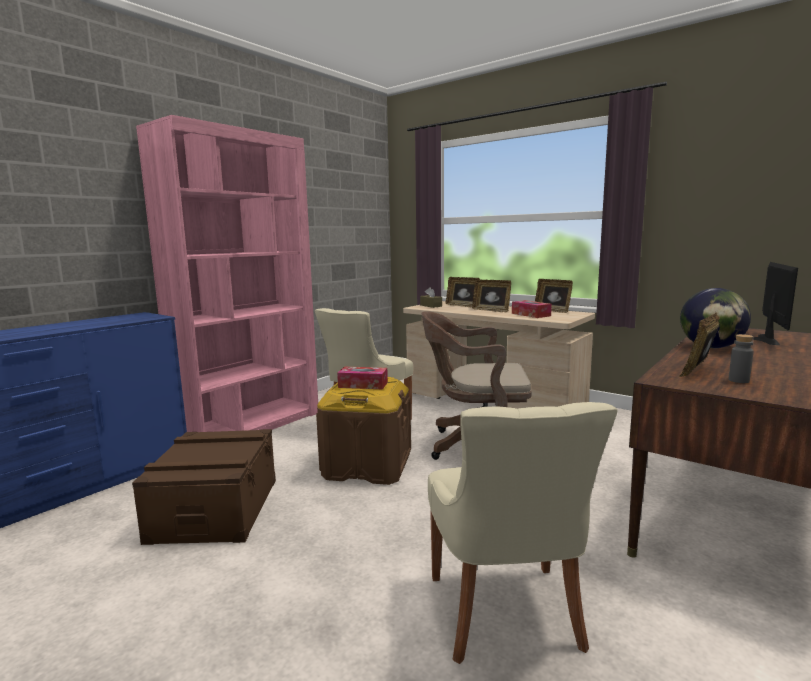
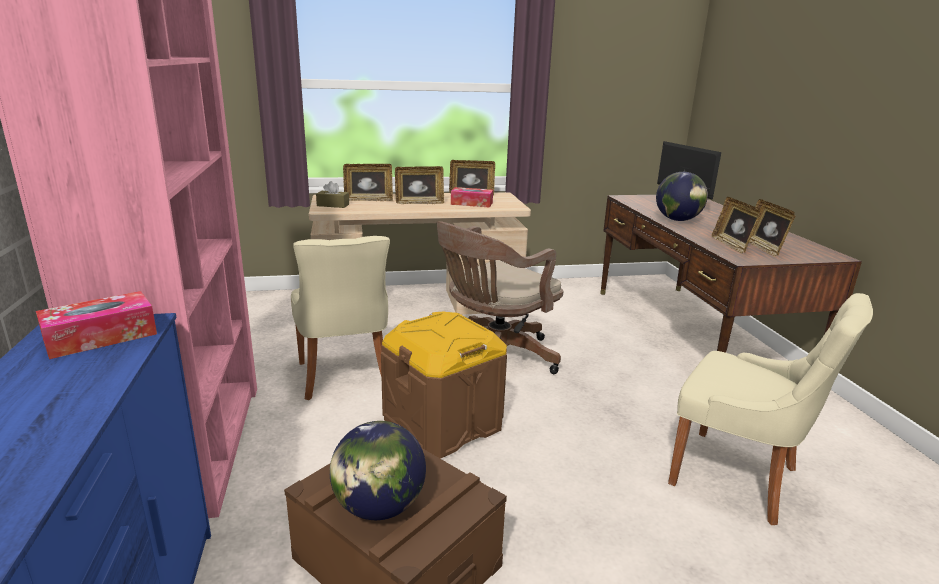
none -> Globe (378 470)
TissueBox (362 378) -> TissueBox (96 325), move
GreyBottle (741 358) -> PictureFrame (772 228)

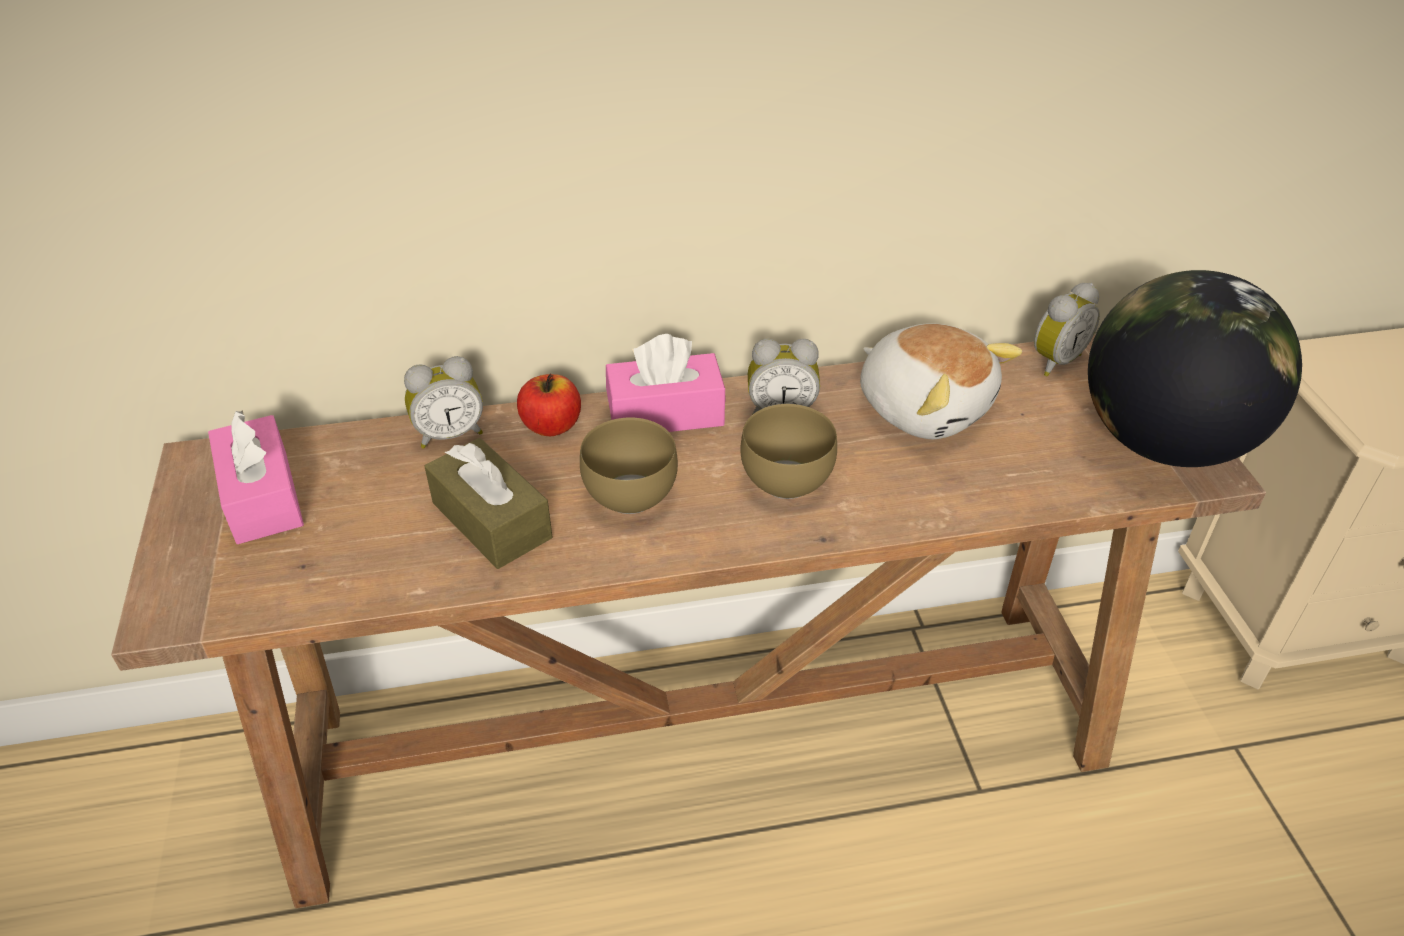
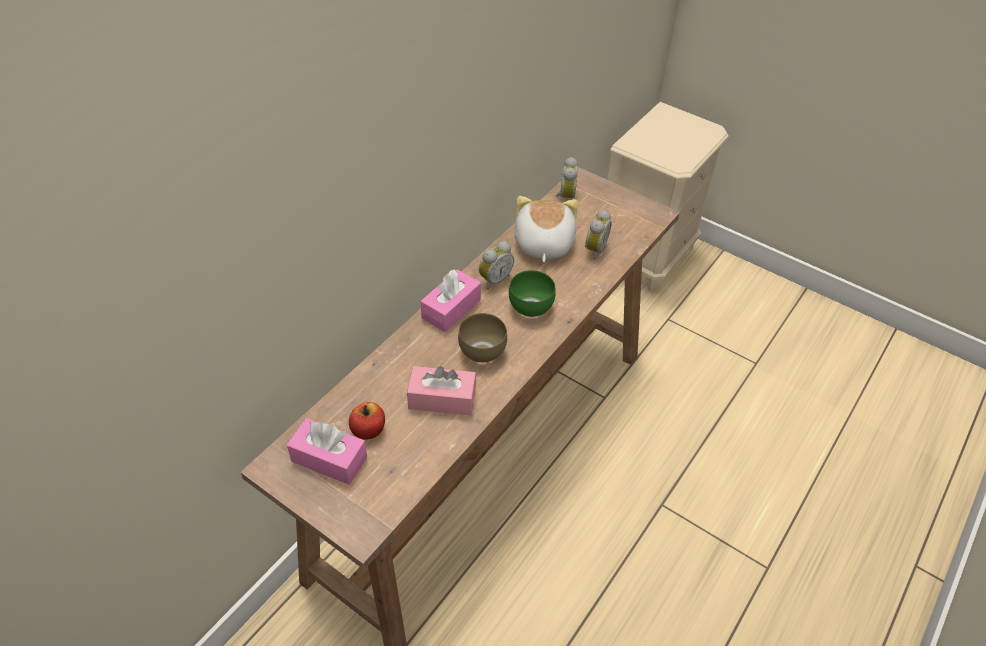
Globe (1195 368) -> none
AlarmClock (443 402) -> AlarmClock (598 234), move
Apple (549 405) -> Apple (367 420), move
BrownTissueBox (488 503) -> PinkTissueBox (441 390)
BrownBowl (788 451) -> GreenBowl (532 293)
PlushToy (941 381) -> PlushToy (546 229), 90 degrees counterclockwise

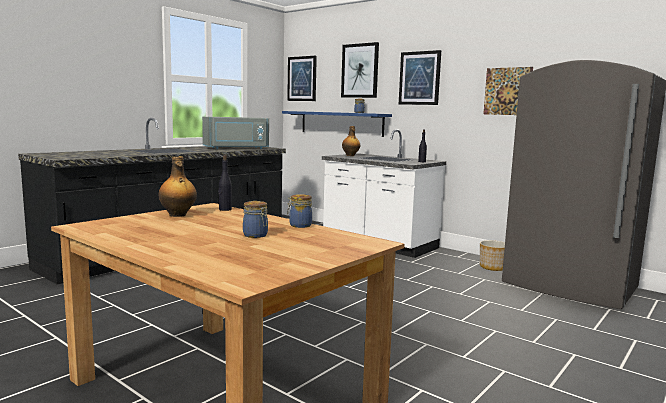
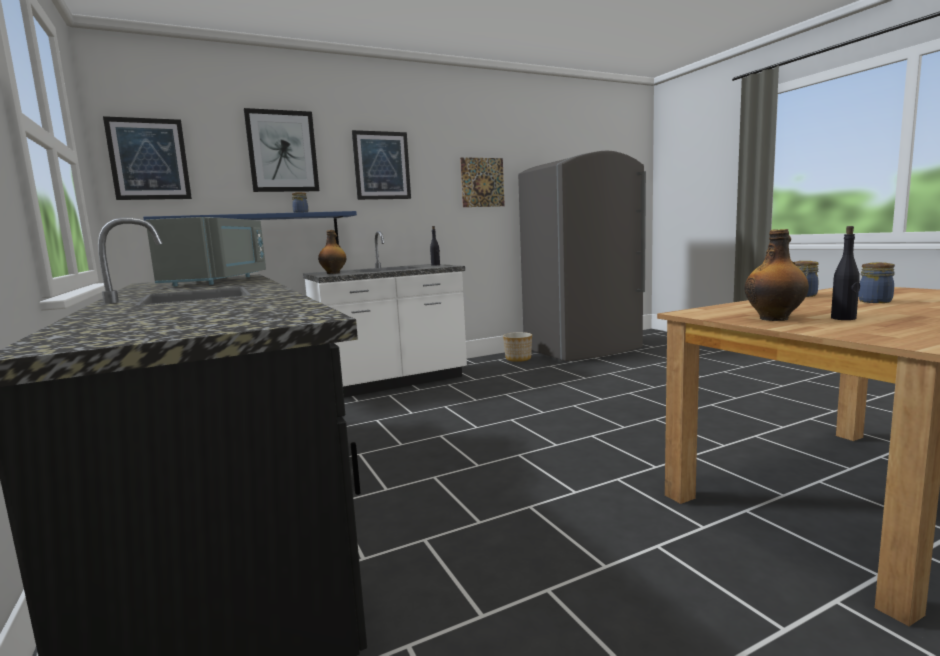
BlackBottle (225 183) -> BlackBottle (845 273), move

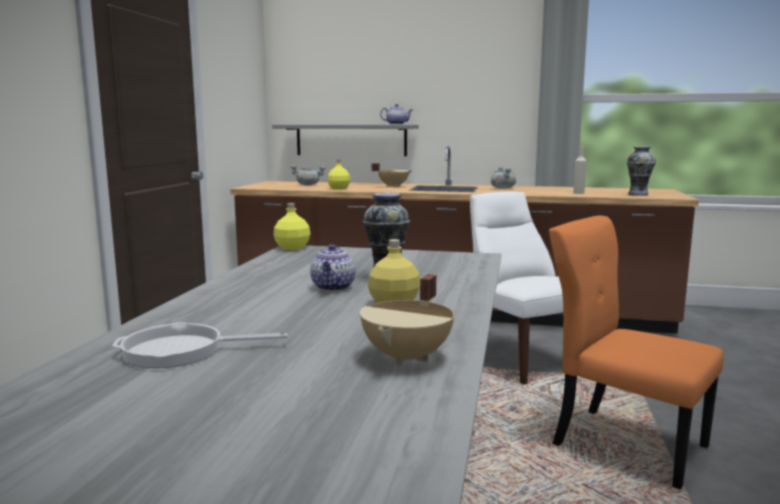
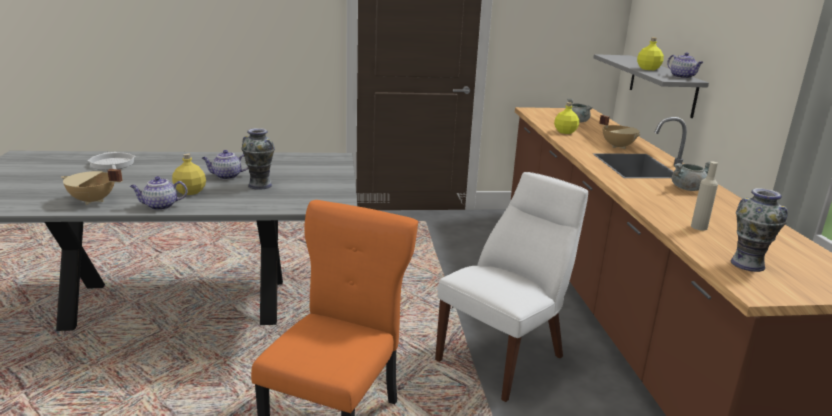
none -> Teapot (158 193)
YellowBottle (292 226) -> YellowBottle (650 54), move

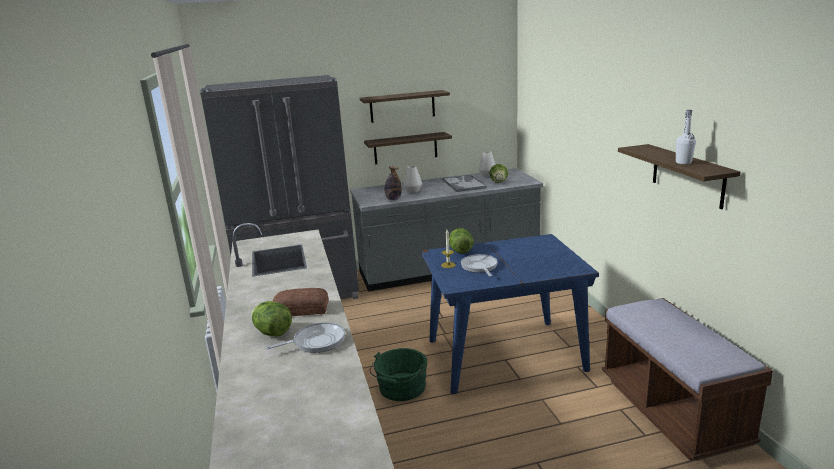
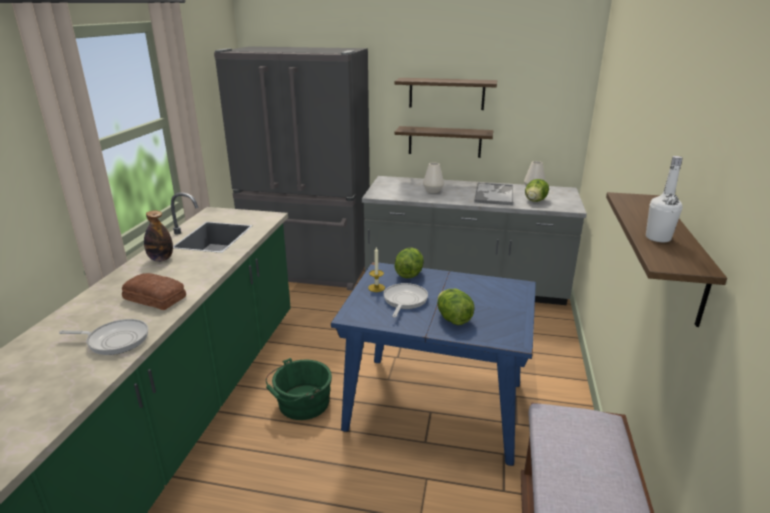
Lettuce (271 319) -> Lettuce (456 307), move
Bottle (393 183) -> Bottle (158 236), move

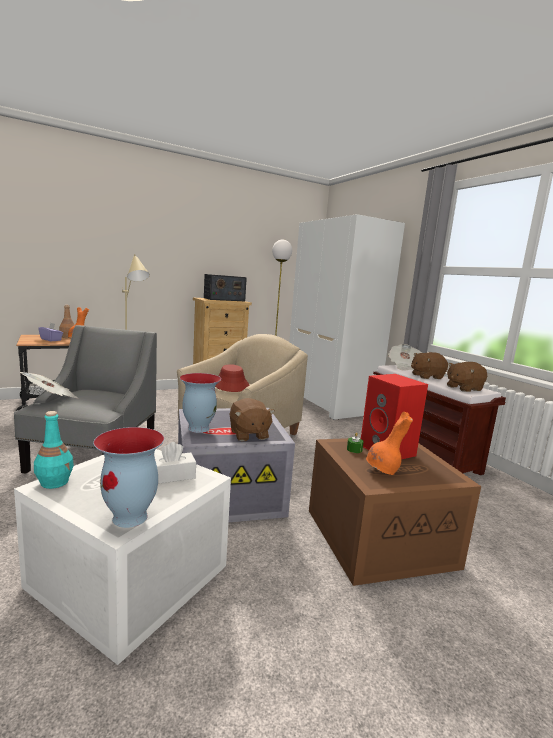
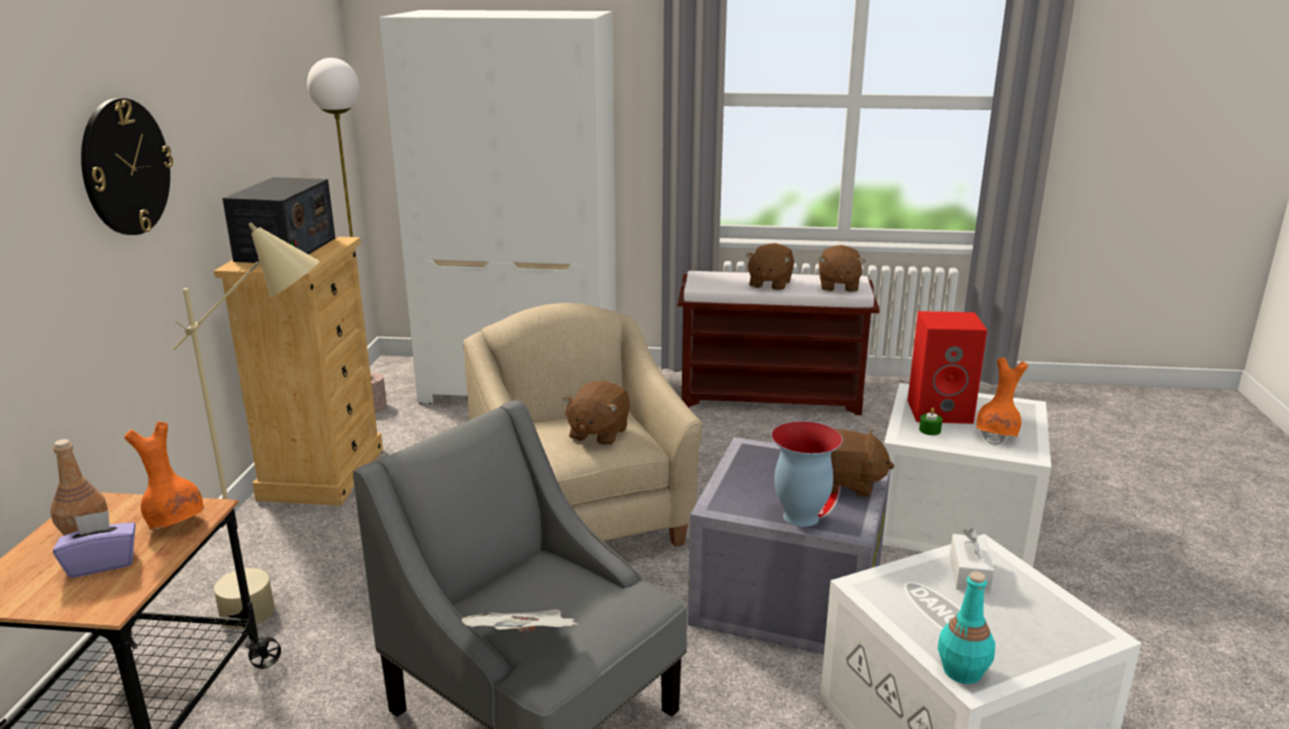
Vase (128 477) -> none
Newspaper (405 357) -> none
none -> WallClock (127 166)
RedHat (232 378) -> BrownPlushToy (596 413)
BrownStorageBox (395 512) -> WhiteStorageBox (966 475)

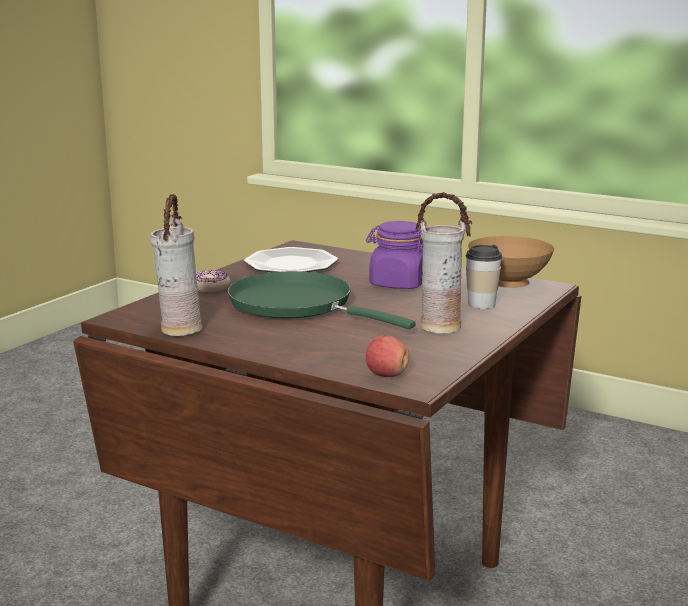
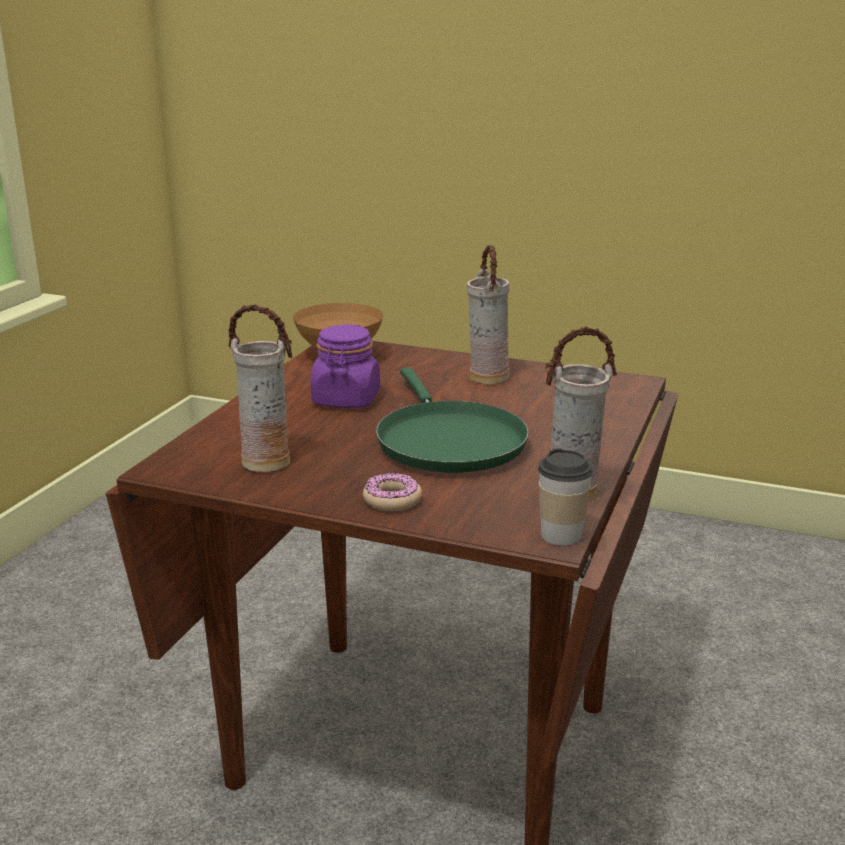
Apple (387 356) -> none
Cup (483 277) -> Cup (565 497), move
Plate (291 259) -> Vase (260 388)
GreenFryingPan (322 300) -> GreenFryingPan (452 420), 45 degrees counterclockwise

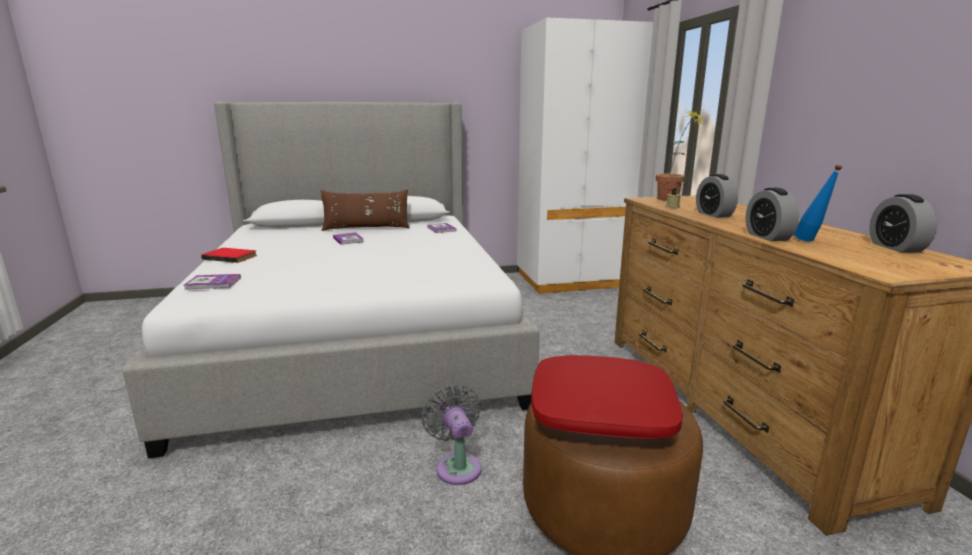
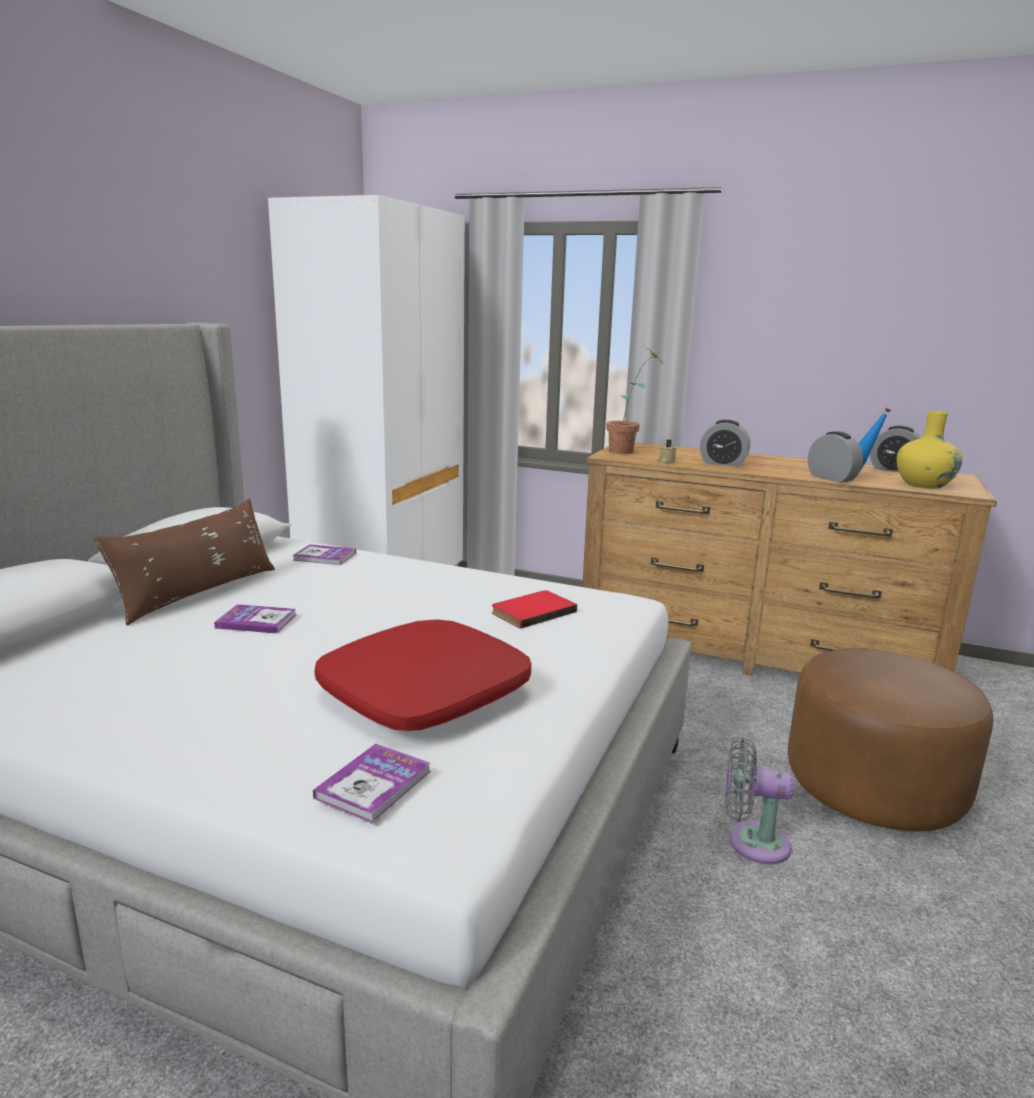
none -> YellowVase (929 450)
RedBook (229 255) -> RedBook (534 609), move
RedPillow (607 397) -> RedPillow (422 675), move
AlarmClock (772 214) -> AlarmClock (835 457), 150 degrees counterclockwise

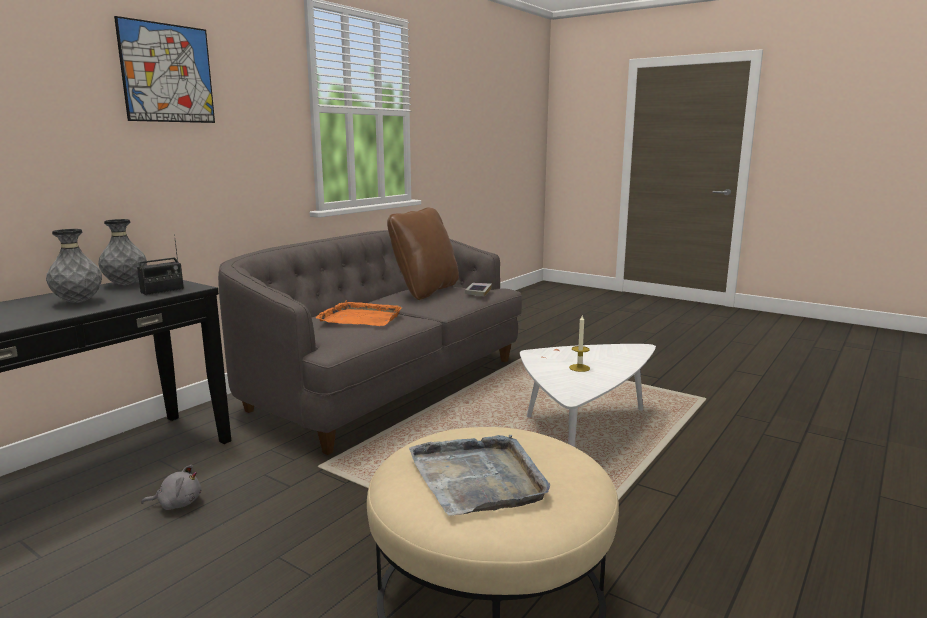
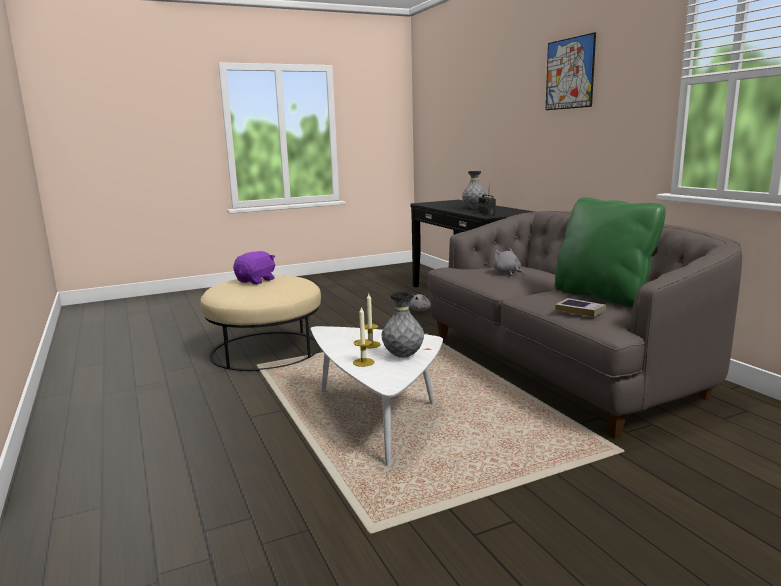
none -> Candle (364 337)
GreyVase (122 252) -> GreyVase (402 325), move
OrangeTray (359 313) -> GreyPlushToy (508 261)
GreyTray (479 475) -> PurplePlushToy (254 267)
BrownPillow (423 253) -> GreenPillow (610 252)

